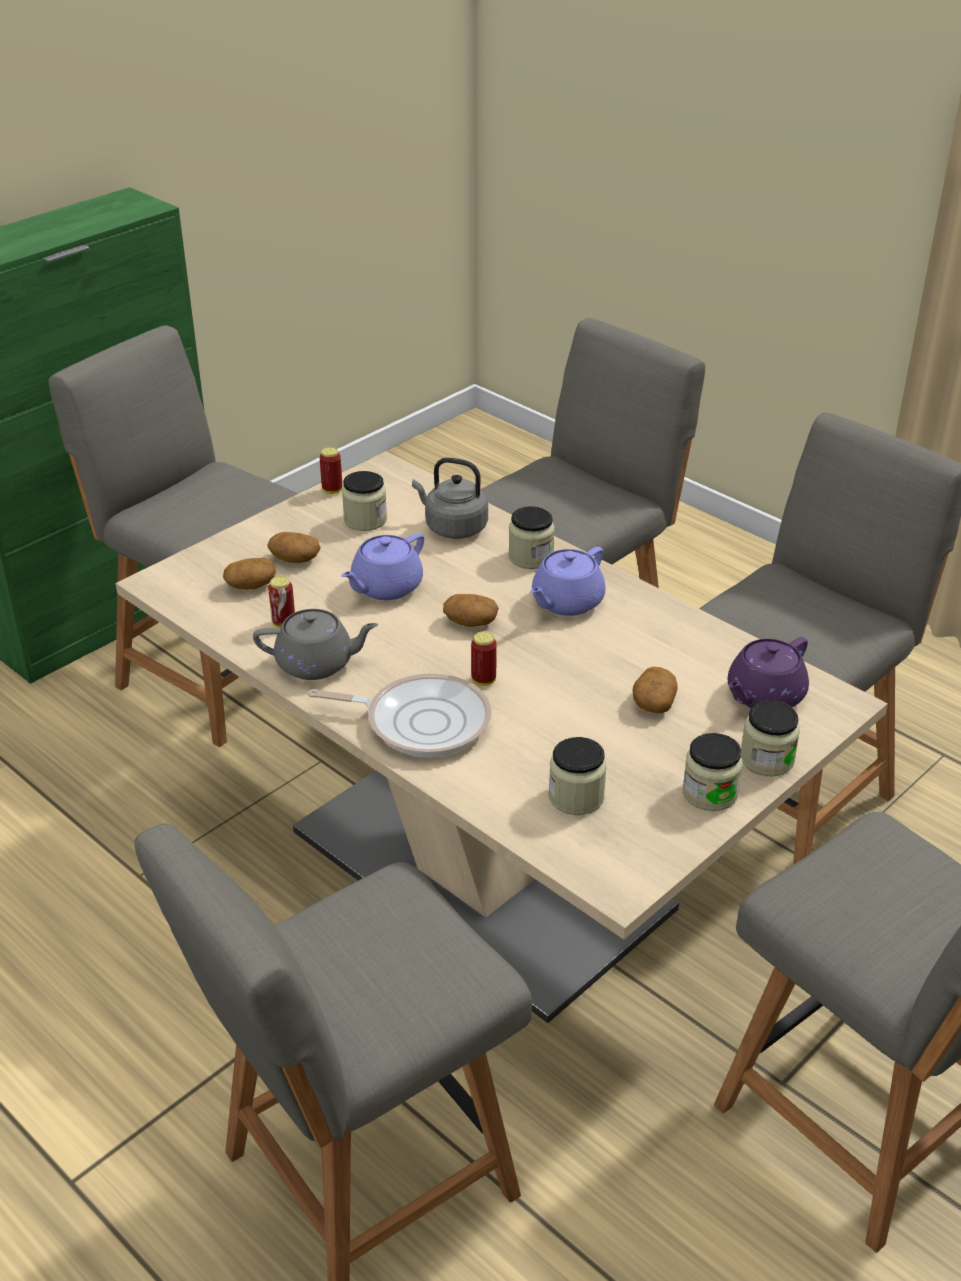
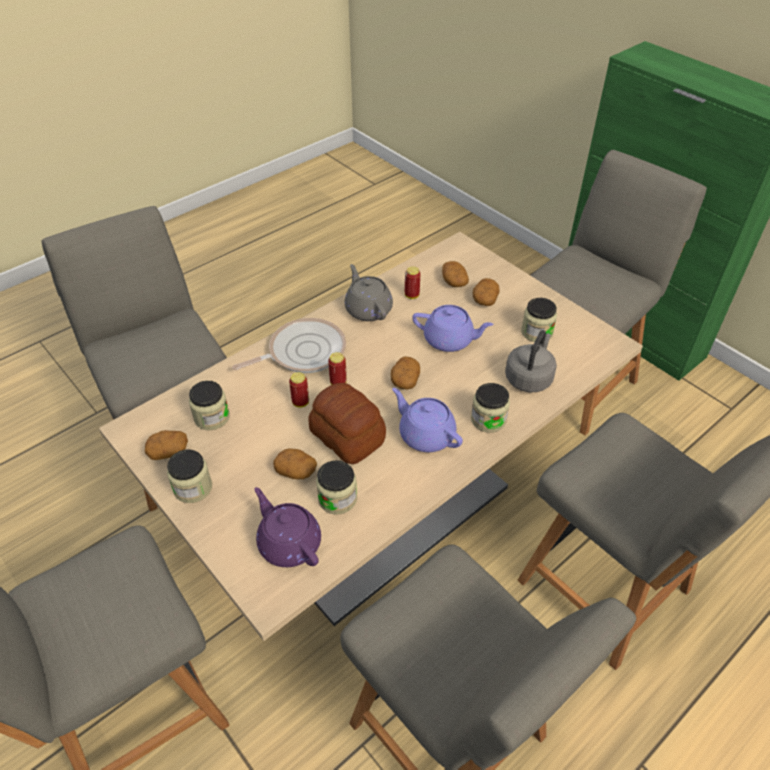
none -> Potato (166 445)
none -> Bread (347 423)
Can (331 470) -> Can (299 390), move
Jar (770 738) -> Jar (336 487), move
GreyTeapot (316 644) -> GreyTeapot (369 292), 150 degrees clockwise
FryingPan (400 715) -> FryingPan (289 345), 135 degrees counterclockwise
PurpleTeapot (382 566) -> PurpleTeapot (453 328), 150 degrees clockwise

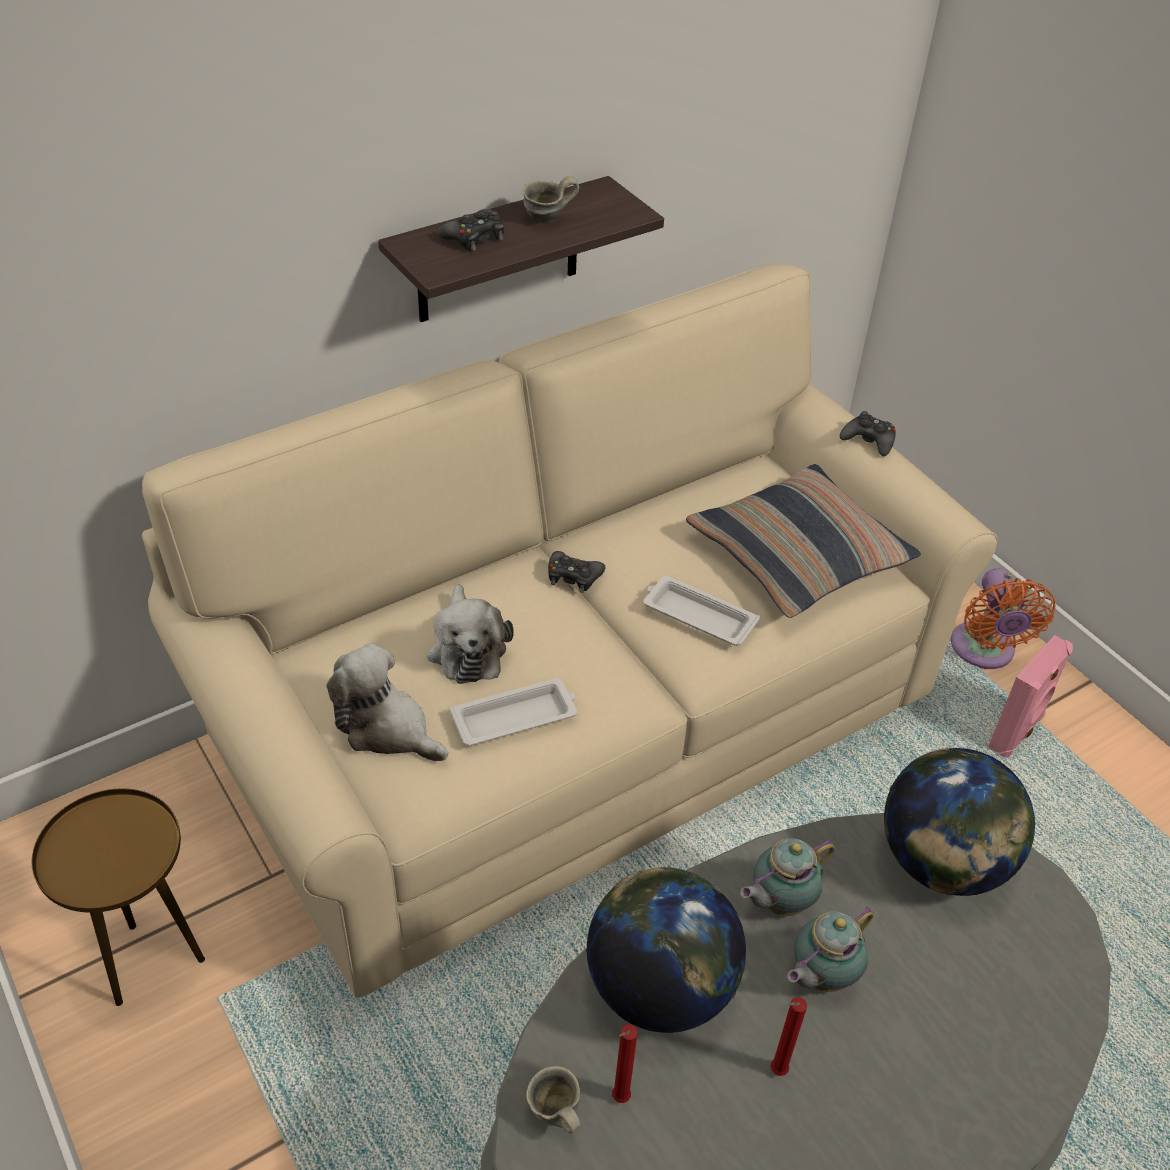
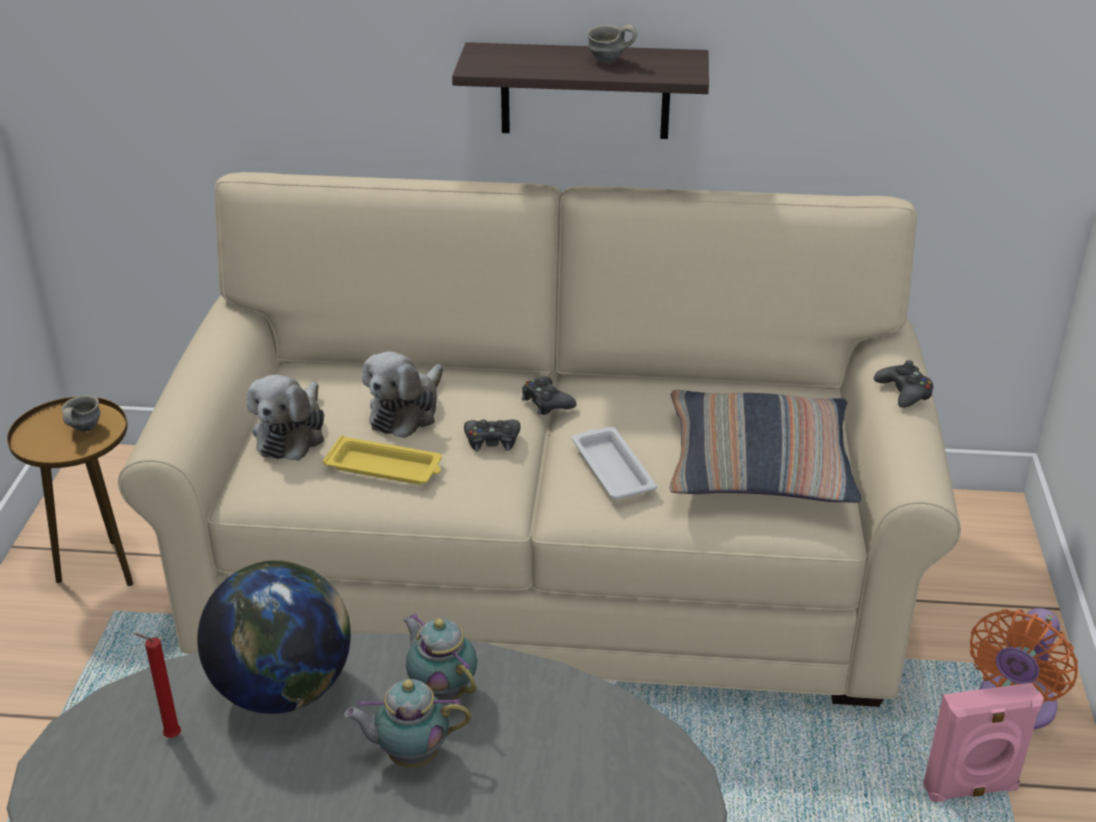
RedCandle (788 1036) -> none
Globe (959 822) -> none
BlackGameController (470 230) -> BlackGameController (492 435), move
GreyMug (553 1099) -> GreyMug (80 413), move
WhiteTray (513 712) -> YellowTray (382 459)
PlushToy (387 702) -> PlushToy (285 418), 150 degrees counterclockwise
Teapot (787 877) -> Teapot (440 656), 45 degrees clockwise

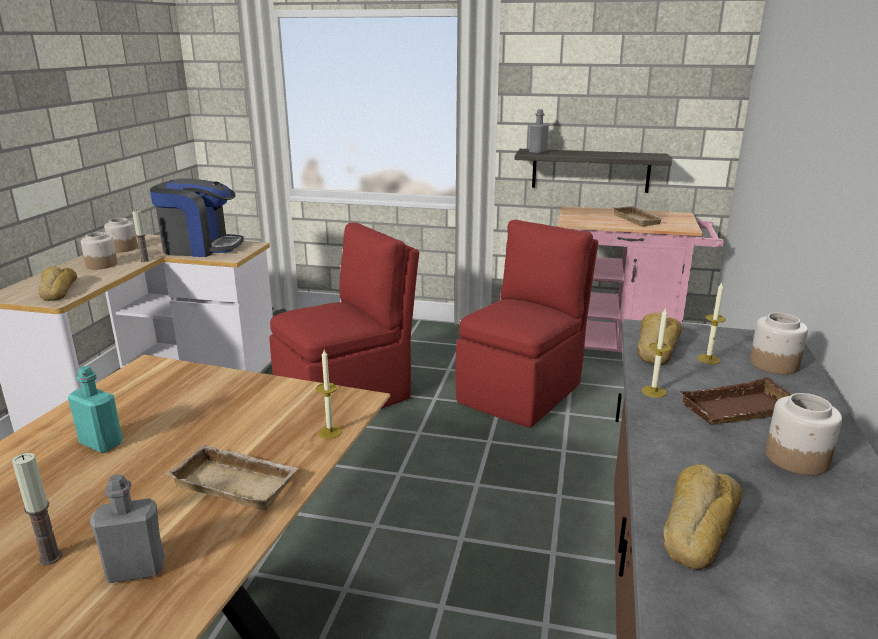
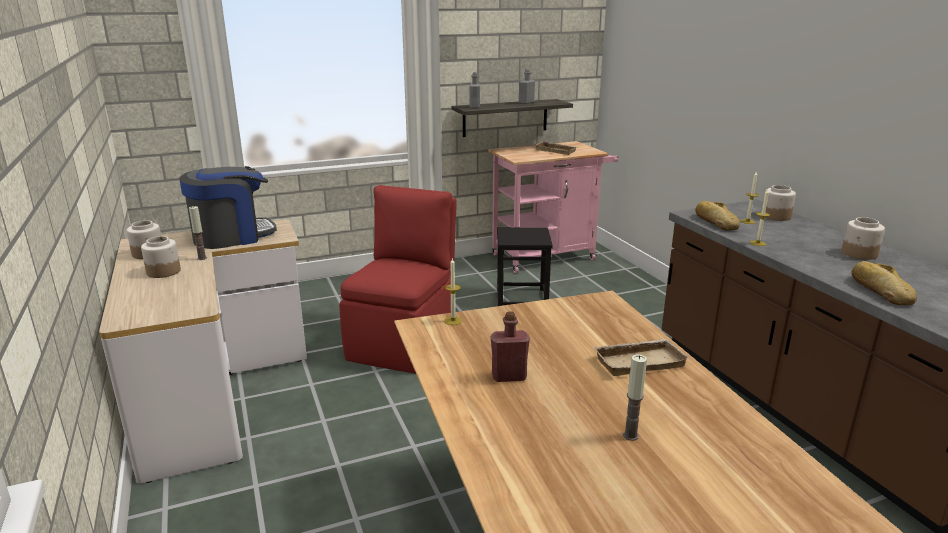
Bread (58 283) -> none
BrownTray (736 400) -> none
GreyBottle (127 528) -> GreyBottle (527 86), move
Candle (329 394) -> Candle (453 291), move
RedChair (526 324) -> BlackStool (525 266)
TurquoiseBottle (95 409) -> RedBottle (510 346)

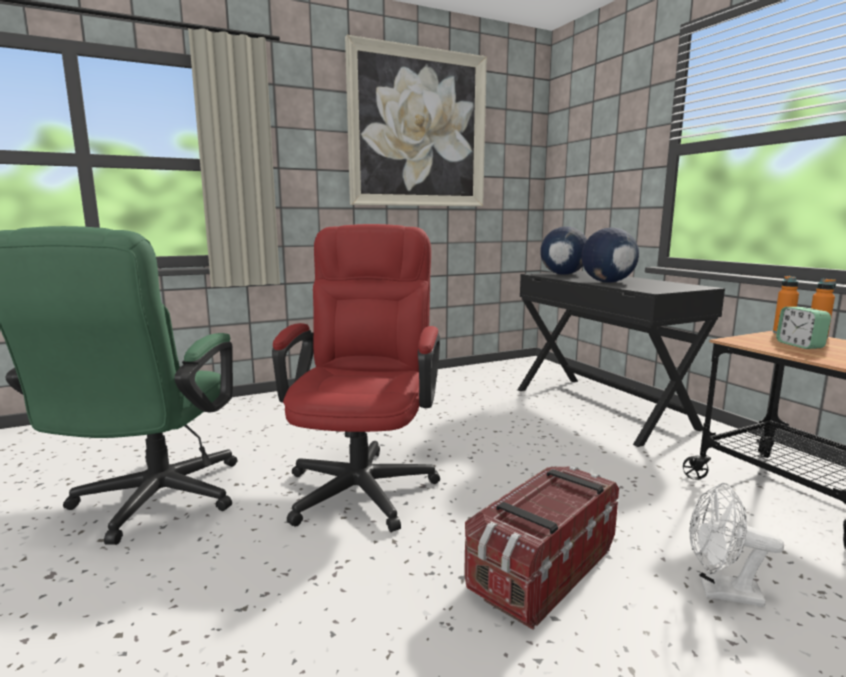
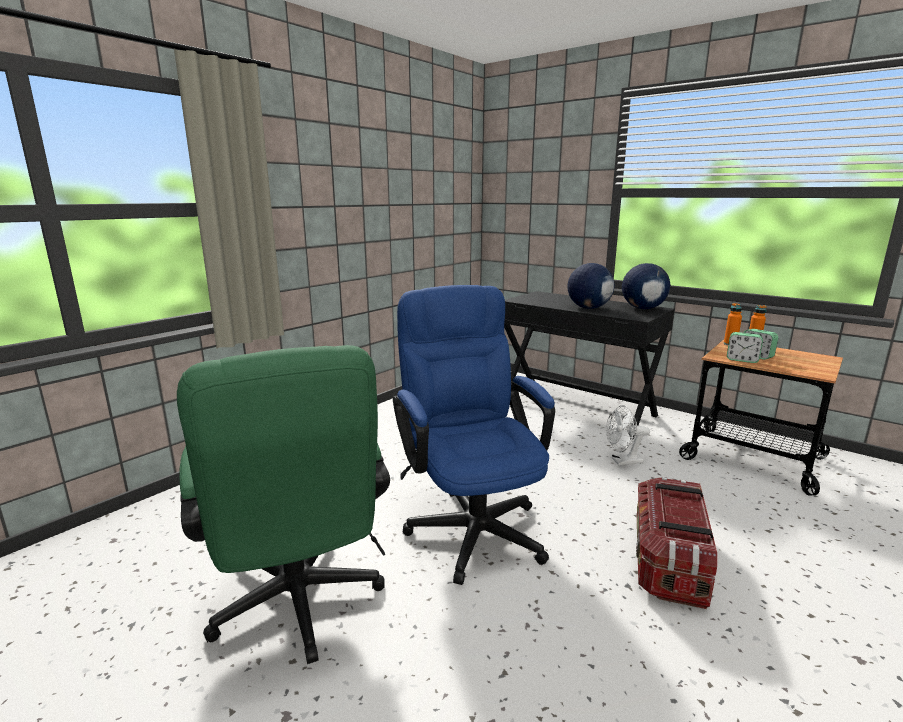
Picture (416 120) -> none
none -> AlarmClock (745 347)
Globe (563 250) -> Globe (646 286), move
WhiteFan (736 545) -> WhiteFan (628 435), move
RedOfficeChair (356 378) -> BlueOfficeChair (474 435)

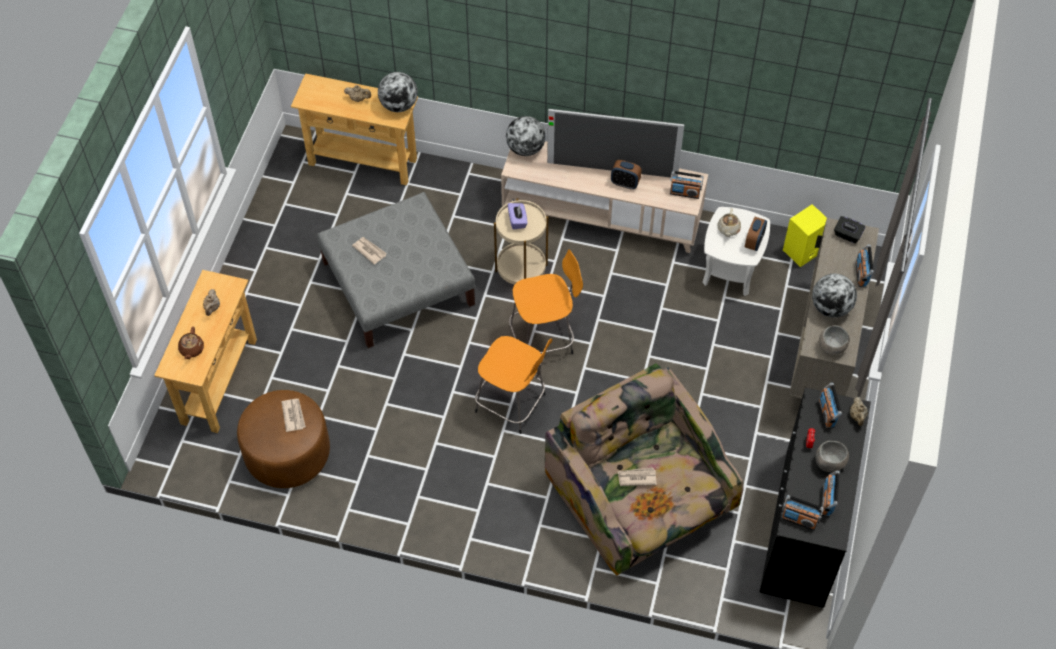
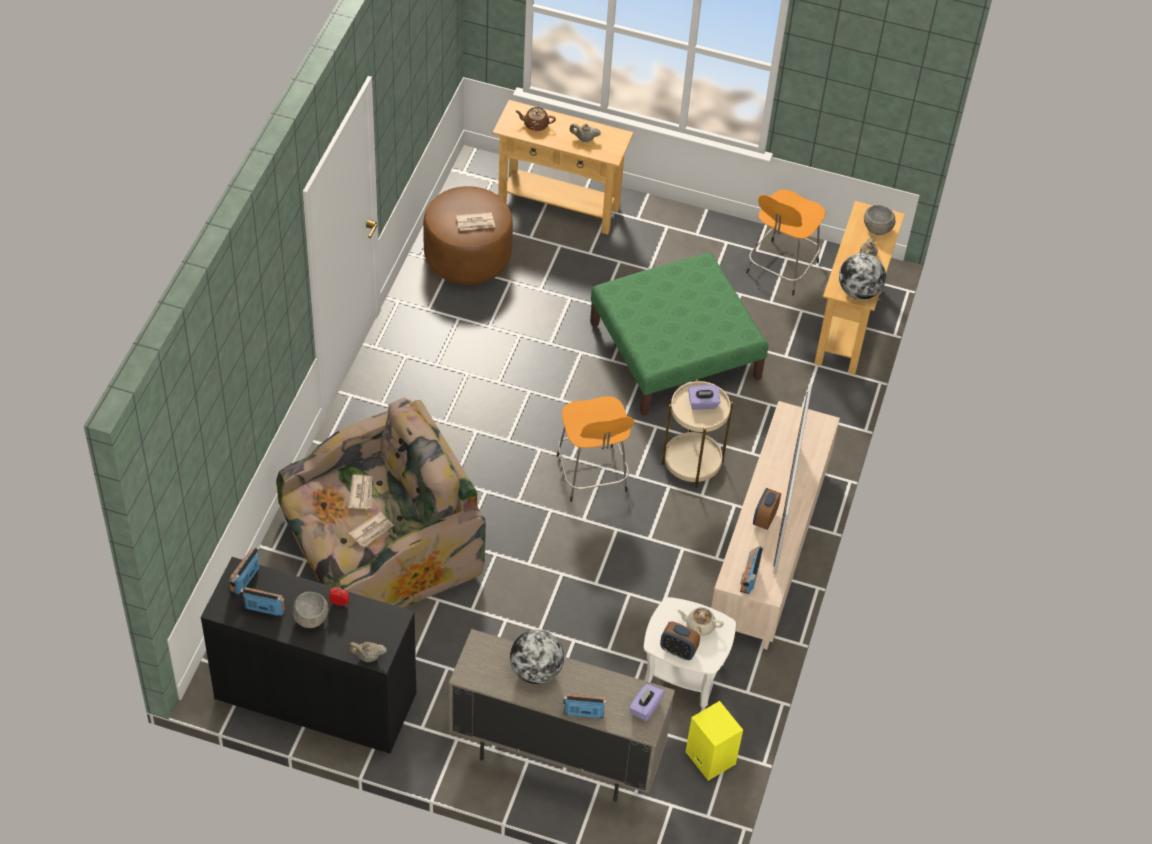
Globe (526 136) -> none
Radio (830 406) -> none
Newspaper (369 251) -> Newspaper (371 529), move
OrangeStool (513 385) -> OrangeStool (785 242), move
GreyBowl (834 340) -> GreyBowl (879 220), move
GreyOttoman (396 270) -> GreenOttoman (679 334)
BlackTissueBox (849 229) -> PurpleTissueBox (647 702)

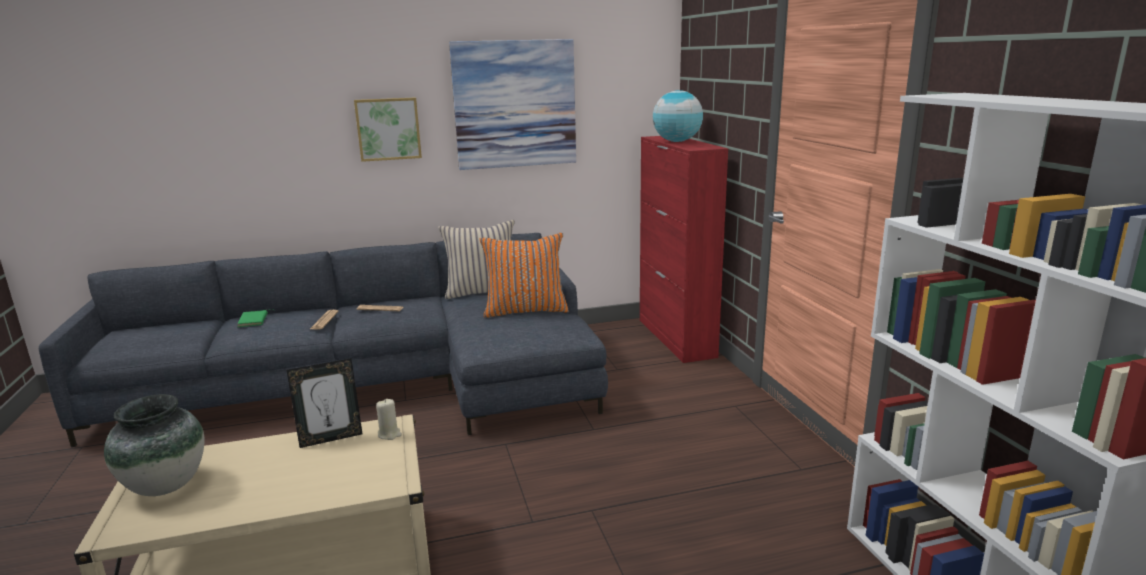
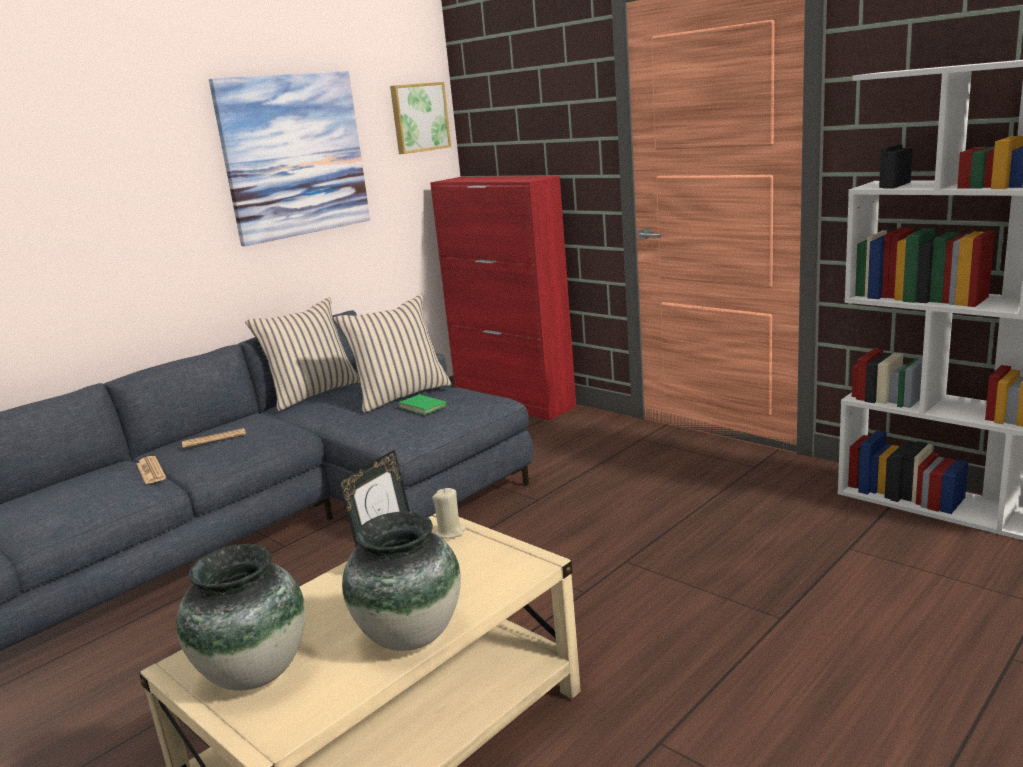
Globe (678 116) -> none
none -> Vase (401 581)
GreenBook (255 318) -> GreenBook (423 403), move
Picture (388 129) -> Picture (420 118), move
OrangePillow (524 275) -> BeigePillow (392 353)

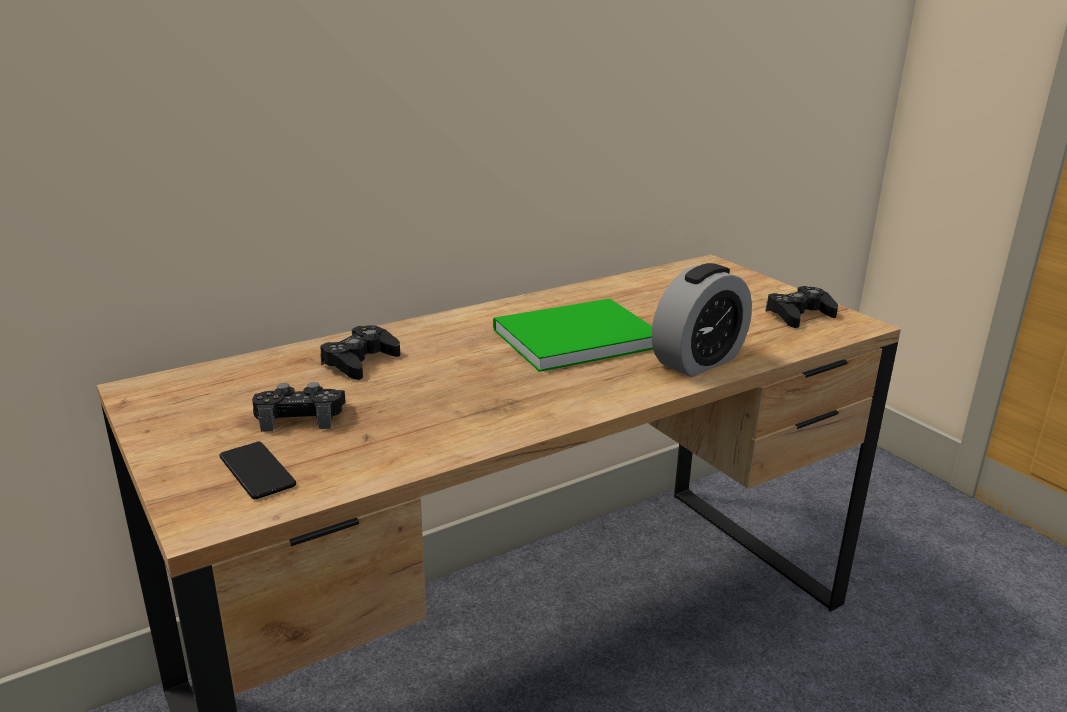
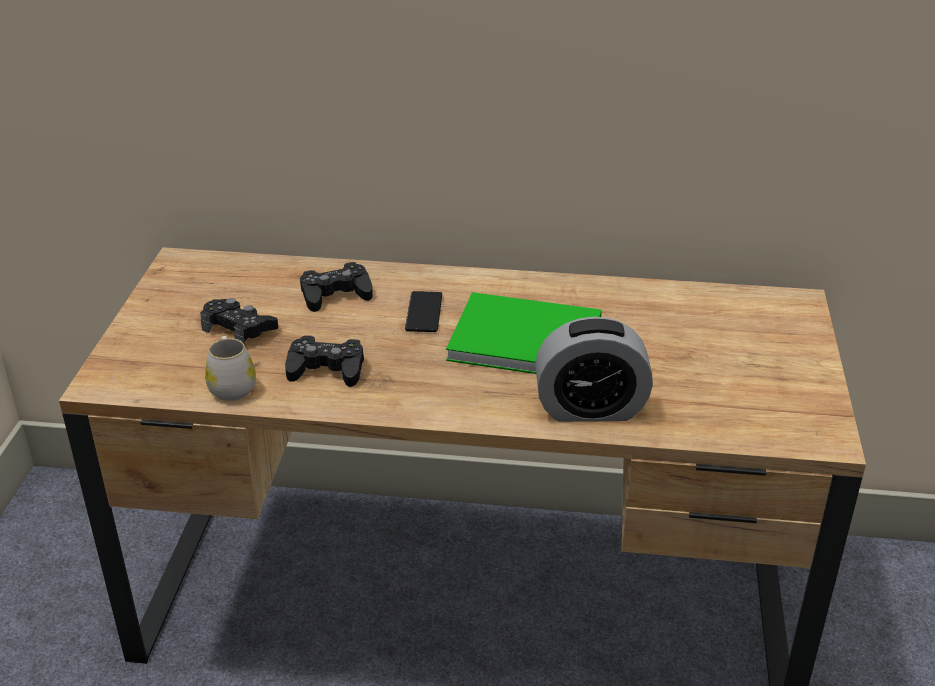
none -> WhiteMug (230 368)
Phone (258 470) -> Phone (423 311), move
BlackGameController (801 307) -> BlackGameController (324 361), move

